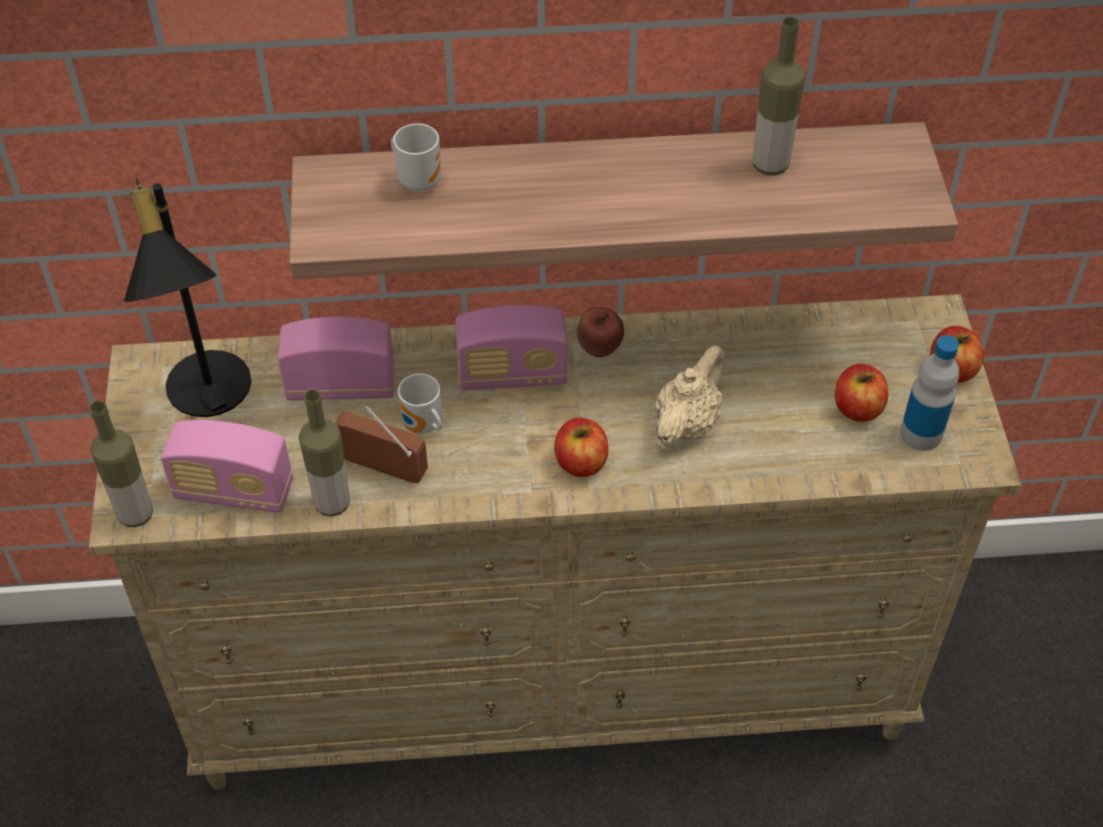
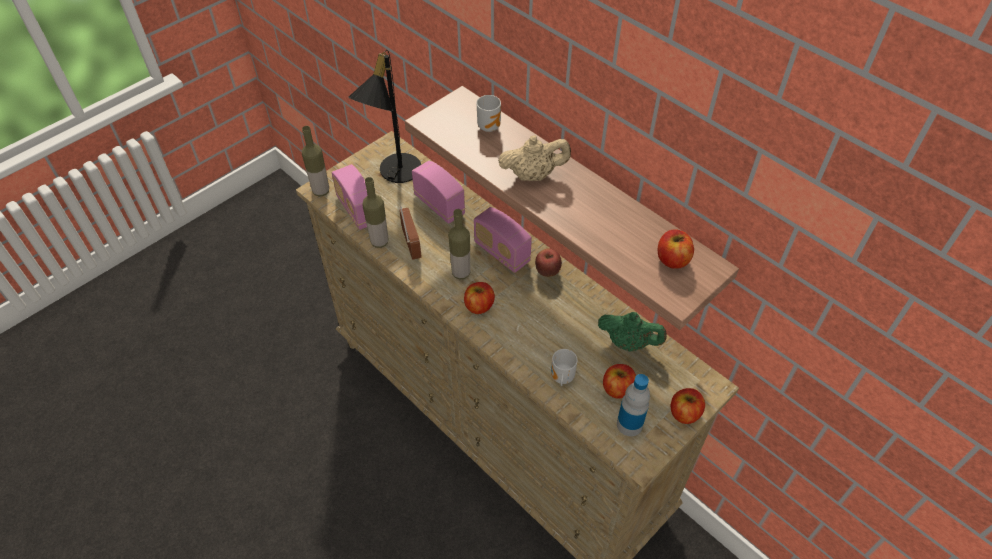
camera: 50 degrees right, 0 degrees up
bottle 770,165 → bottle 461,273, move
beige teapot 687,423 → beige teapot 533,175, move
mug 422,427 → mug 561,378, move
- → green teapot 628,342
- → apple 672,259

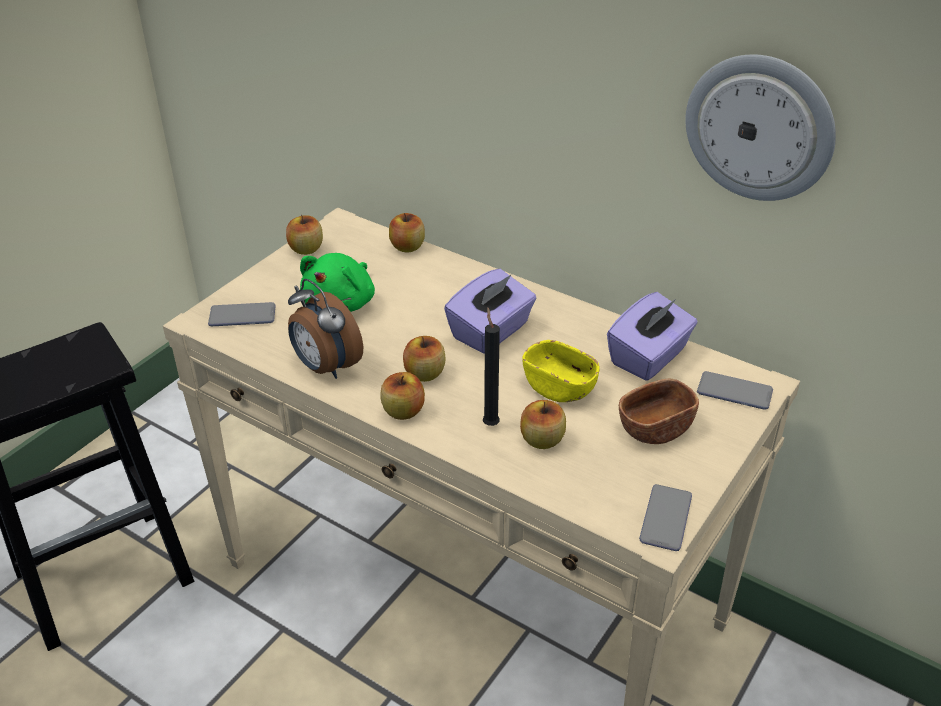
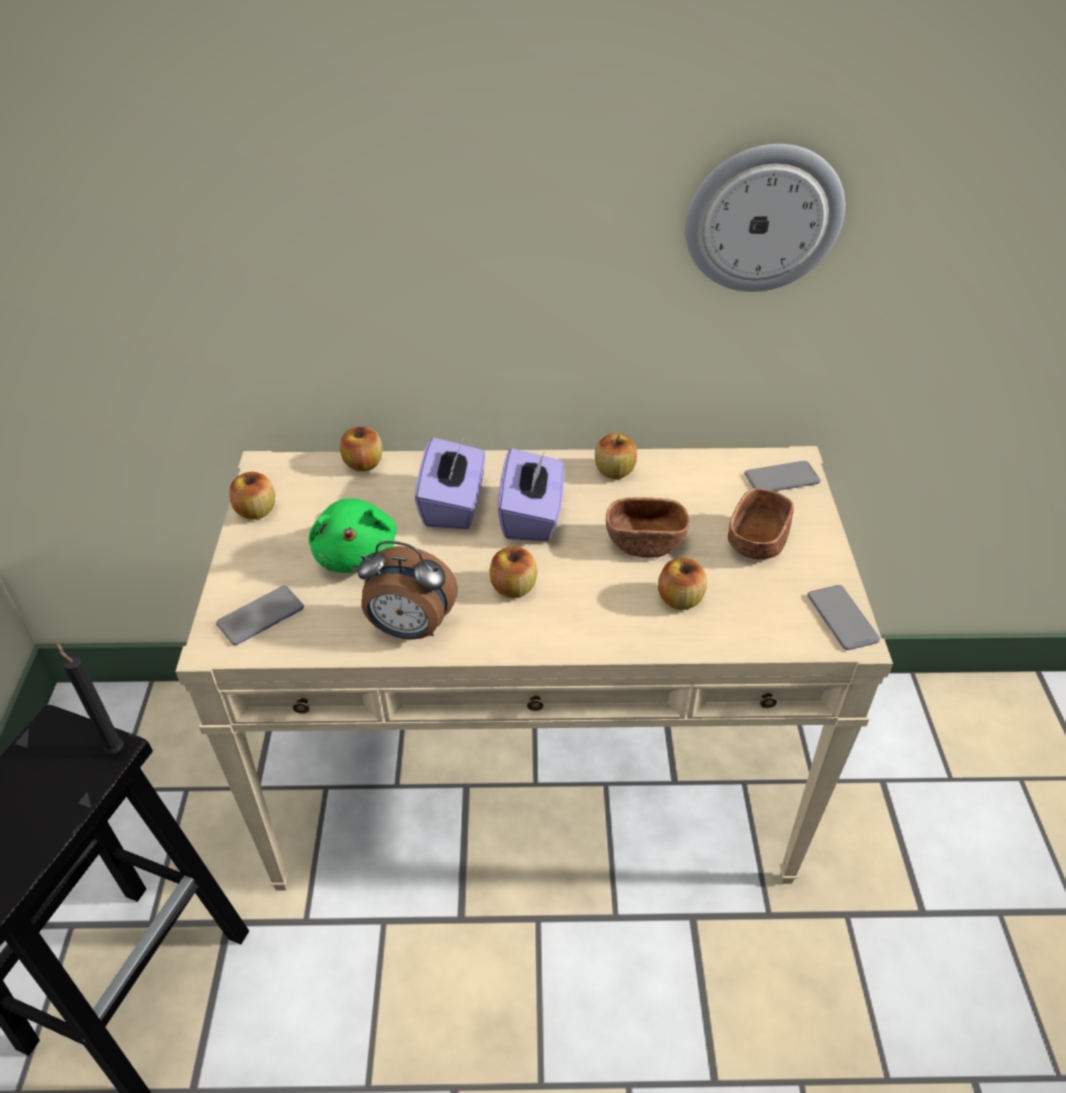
camera: 35 degrees left, 5 degrees up
black candle 490,423 → black candle 114,748, move
purple tissue box 649,357 → purple tissue box 453,505, move
apple 403,411 → apple 614,471, move
yellow bowl 559,387 → brown bowl 644,542

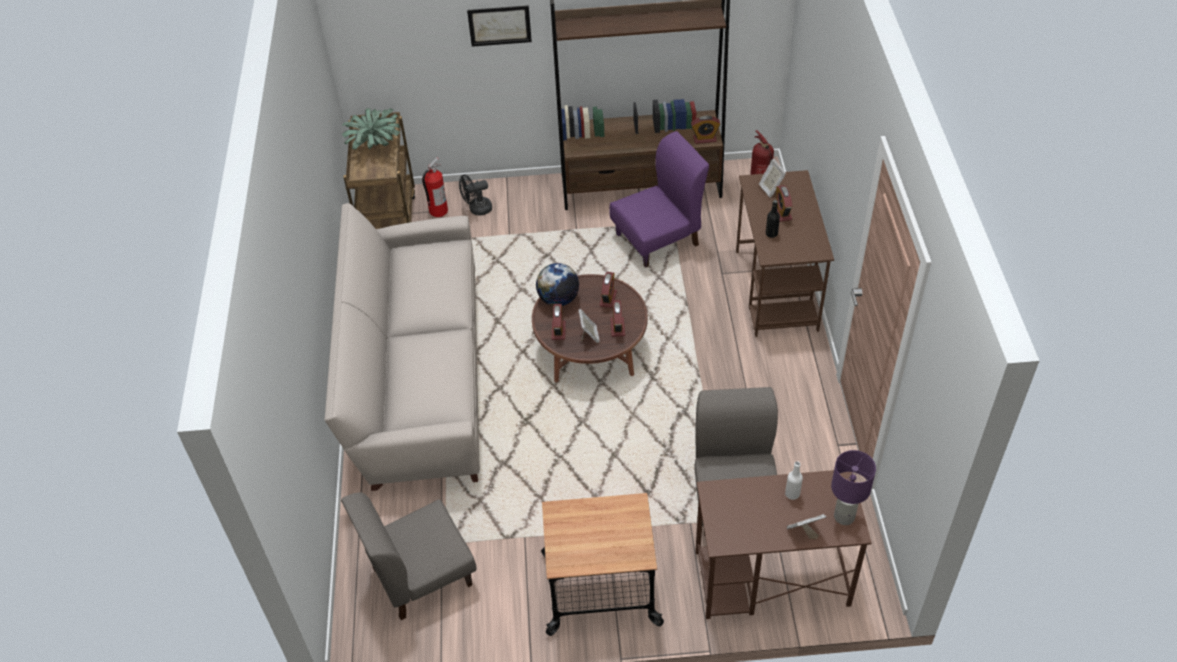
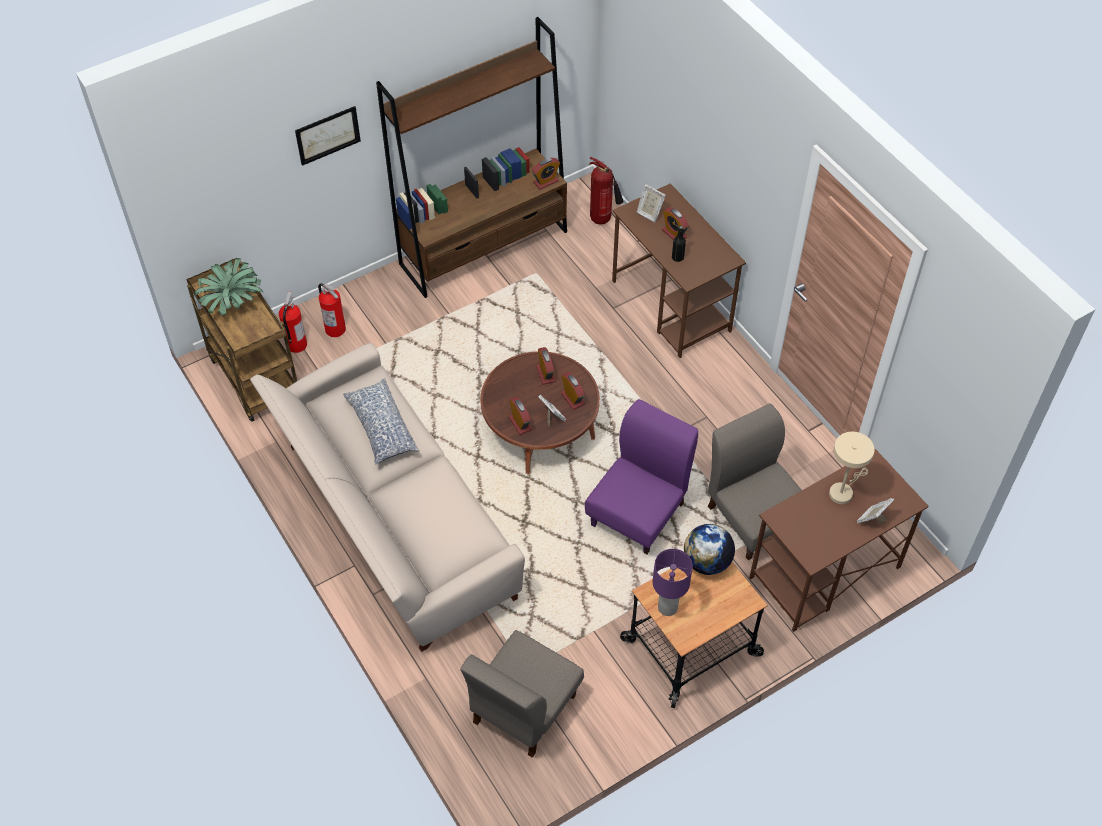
camera: 30 degrees left, 5 degrees up
black fan 477,209 → fire extinguisher 335,329
- → pillow 381,428
purple chair 658,240 → purple chair 638,514, move
purple table lamp 844,516 → purple table lamp 667,607, move
globe 558,299 → globe 706,562, move
white bottle 792,494 → beige table lamp 843,491

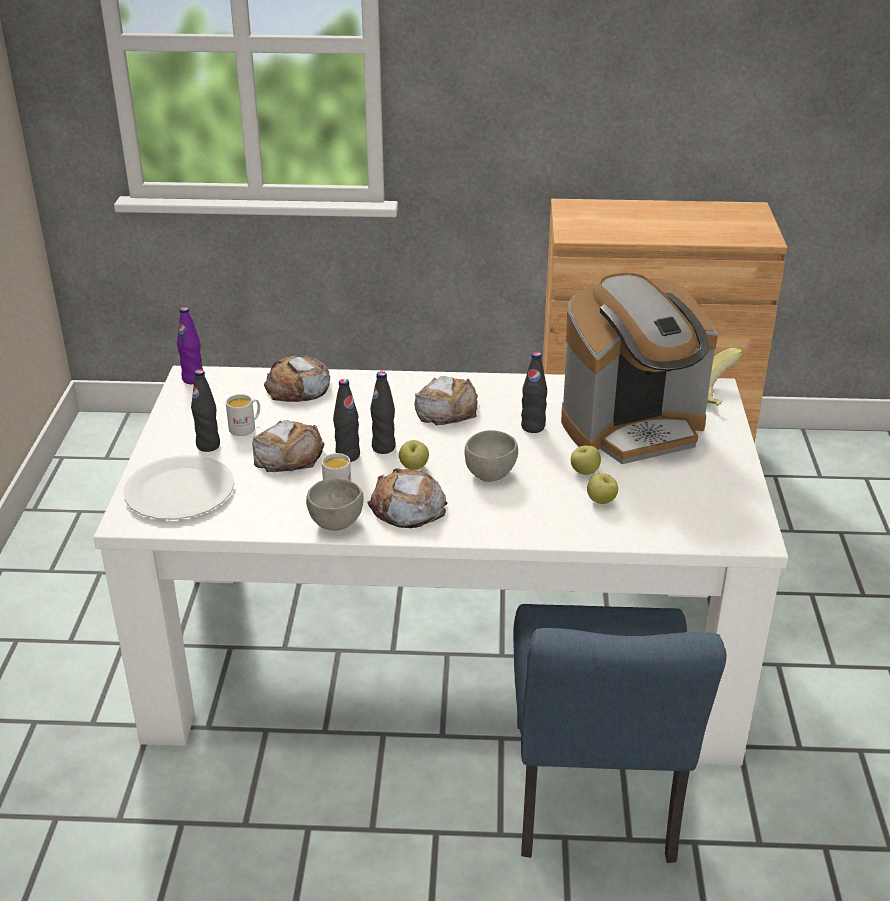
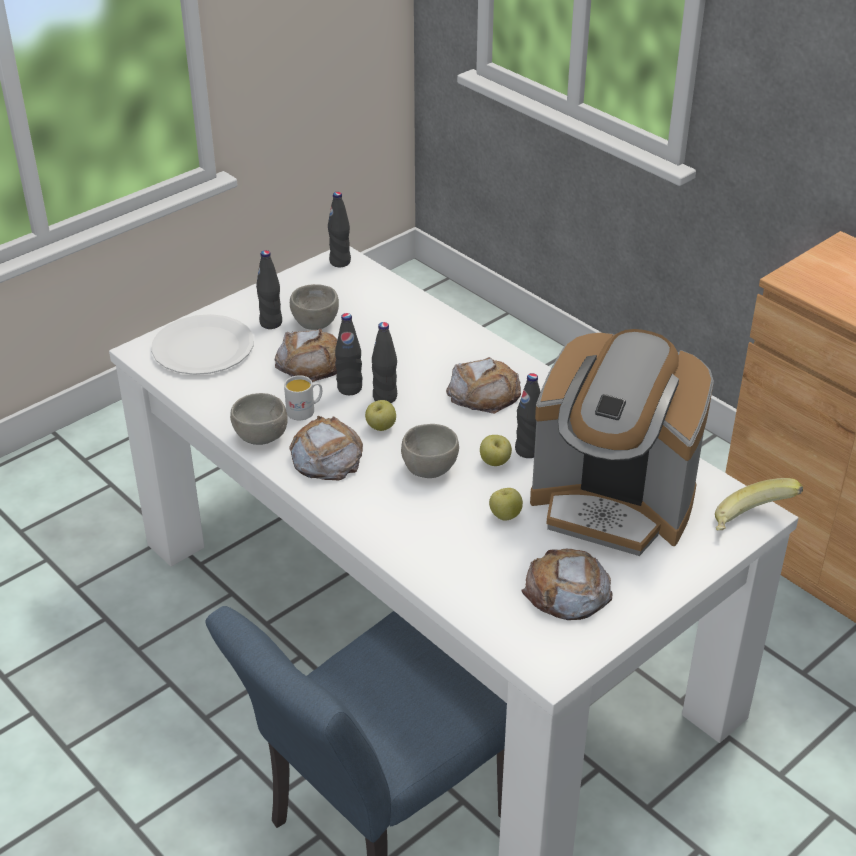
camera: 45 degrees right, 5 degrees up
white mug 246,427 → grey bowl 316,323
purple bottle 193,379 → black bottle 340,262
apple 601,501 → apple 495,462, move
bread 298,387 → bread 566,591, move

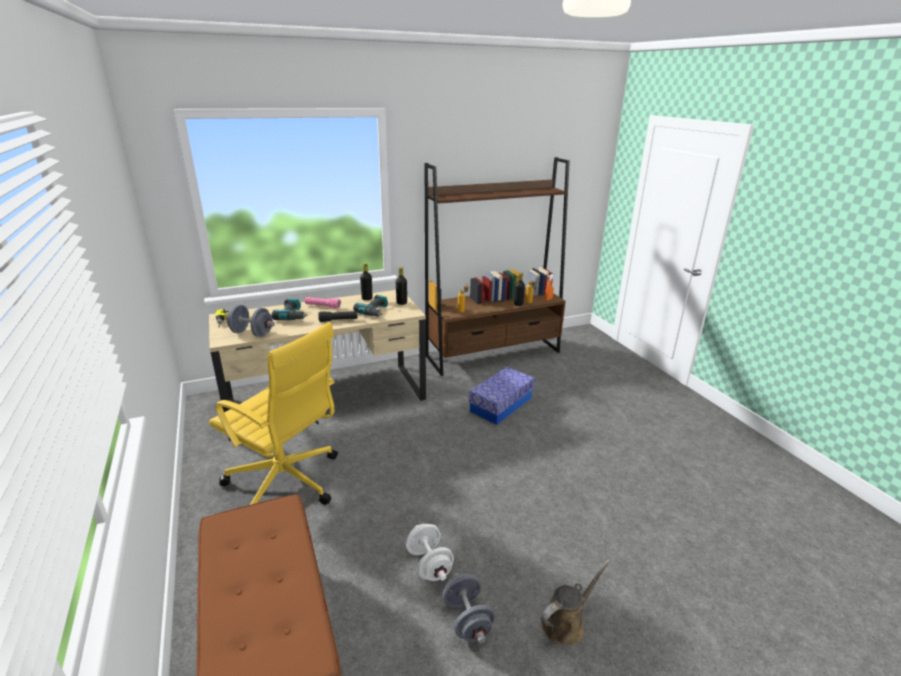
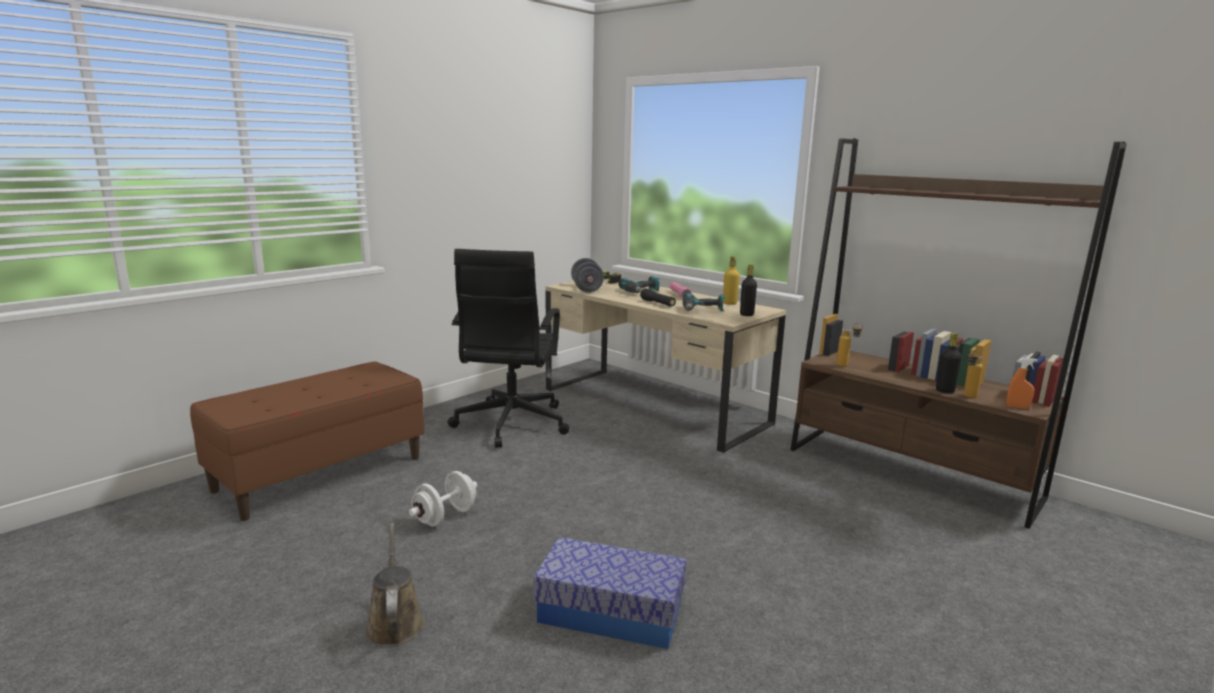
camera: 65 degrees right, 10 degrees down
brown watering can 566,623 → brown watering can 394,623, 135 degrees counterclockwise
yellow office chair 286,483 → black office chair 510,425
storage box 501,405 → storage box 610,612, move
black bottle 367,298 → yellow bottle 729,303
grey dumbbell 467,619 → -

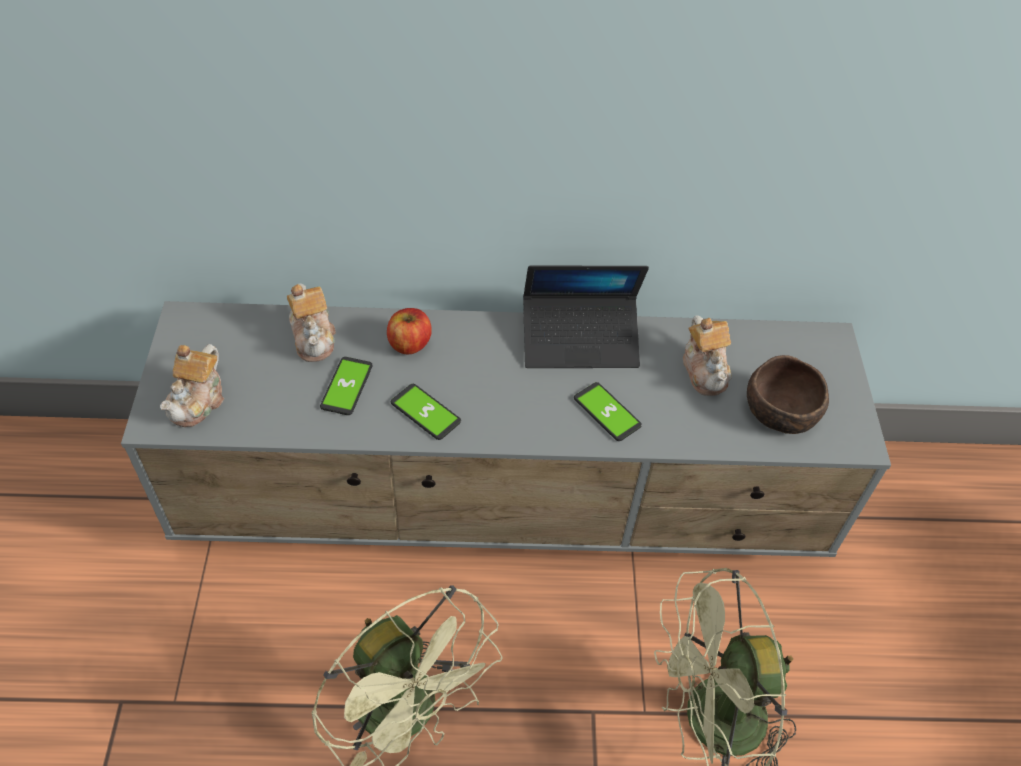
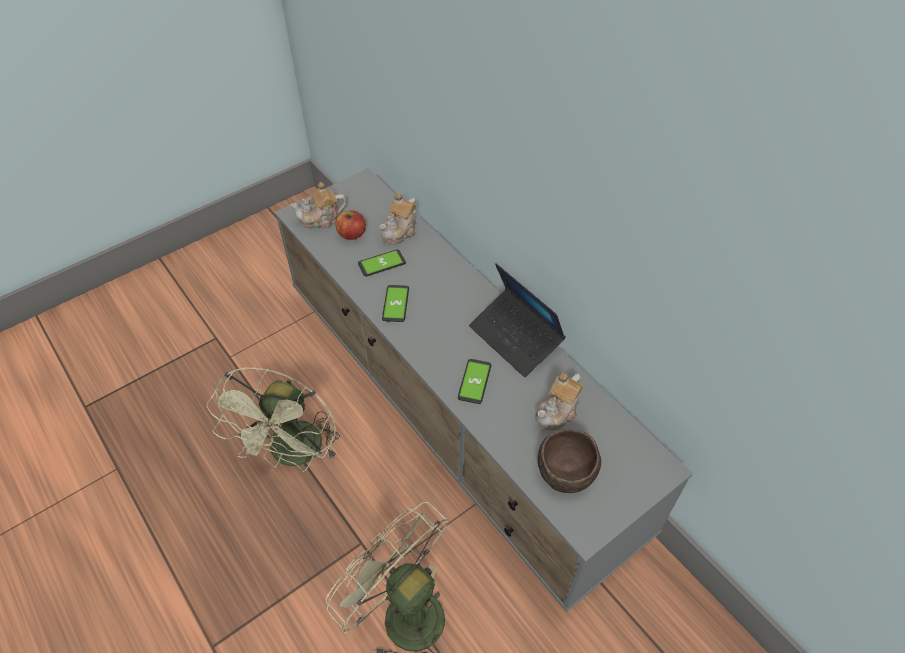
camera: 55 degrees right, 0 degrees up
apple 409,344 → apple 352,234, move

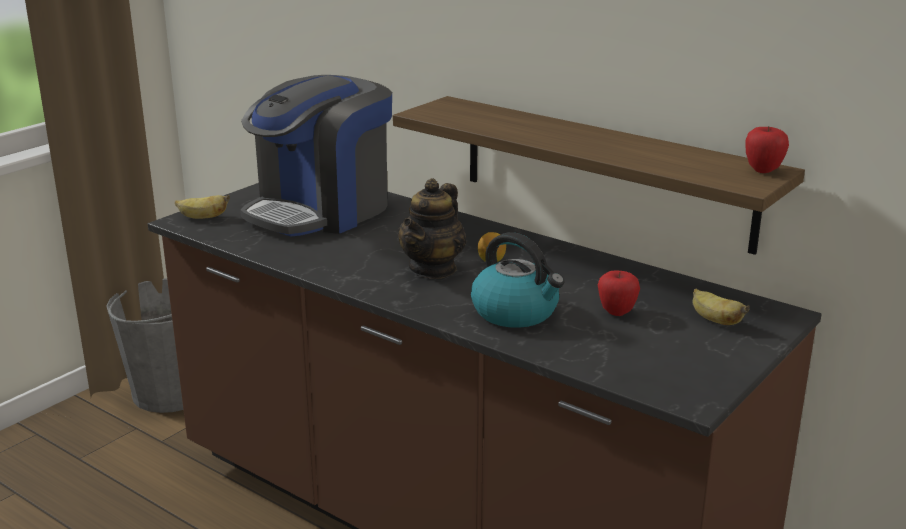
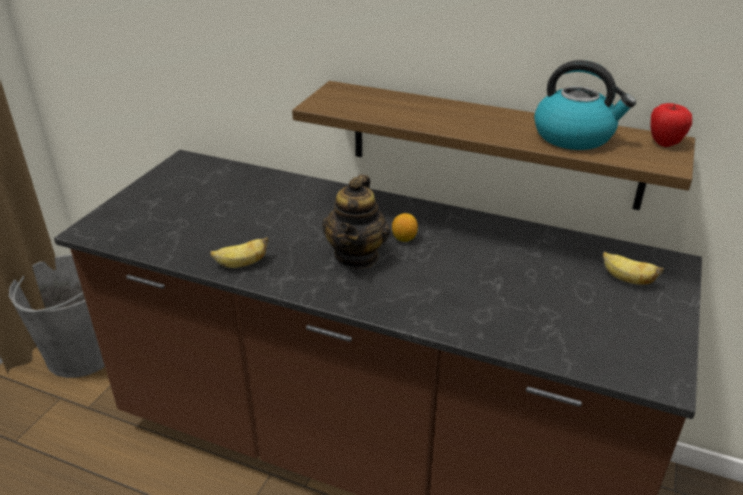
camera: 15 degrees left, 10 degrees up
banana 202,218 → banana 241,264, move
kettle 516,312 → kettle 574,136, move
coffee machine 321,211 → -
apple 616,312 → -

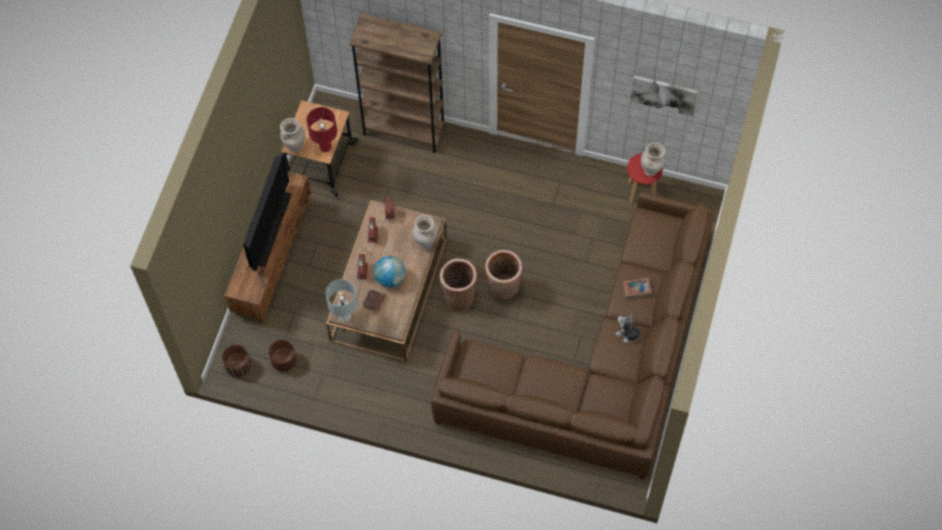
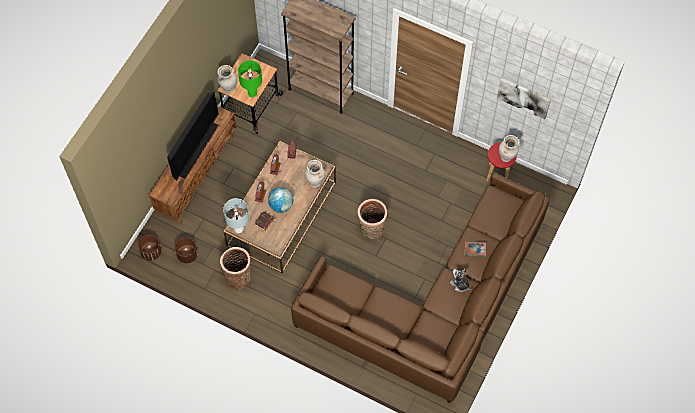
camera: 10 degrees right, 0 degrees up
basket 459,296 → basket 238,277, move
red table lamp 325,147 → green table lamp 252,93

